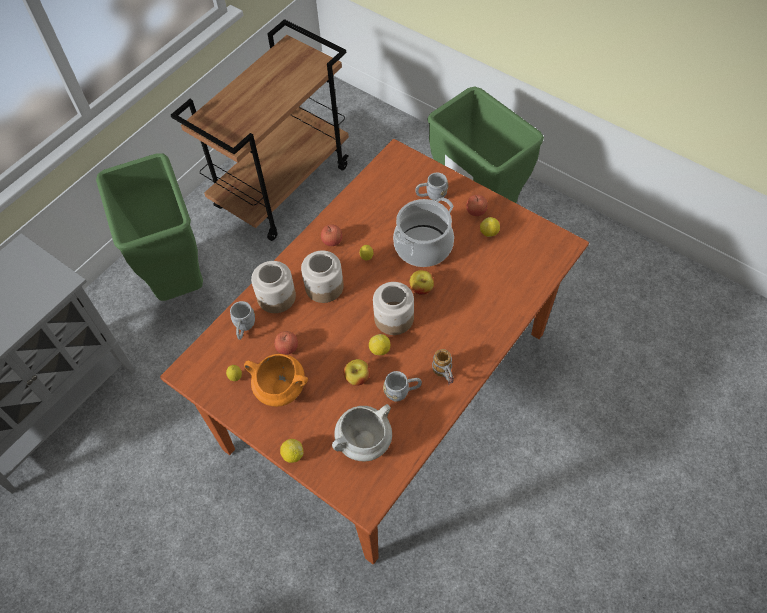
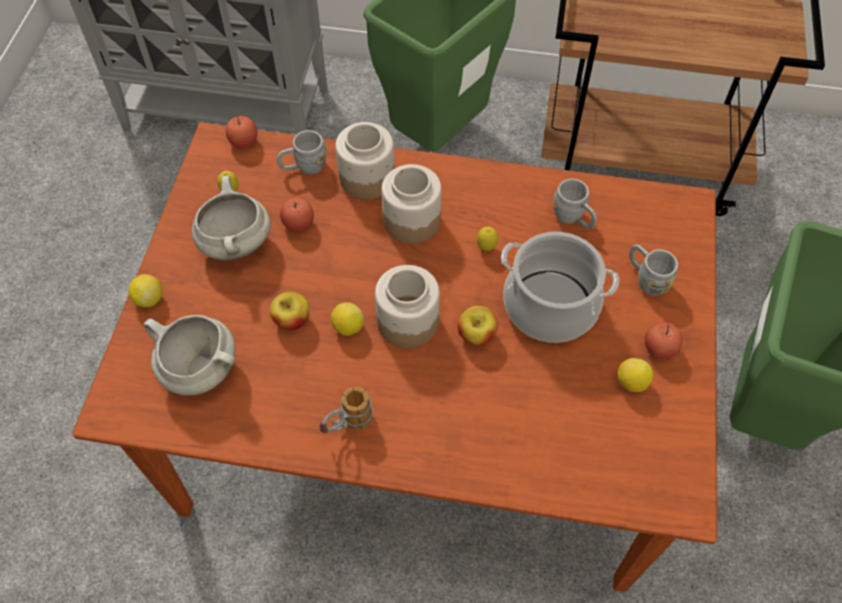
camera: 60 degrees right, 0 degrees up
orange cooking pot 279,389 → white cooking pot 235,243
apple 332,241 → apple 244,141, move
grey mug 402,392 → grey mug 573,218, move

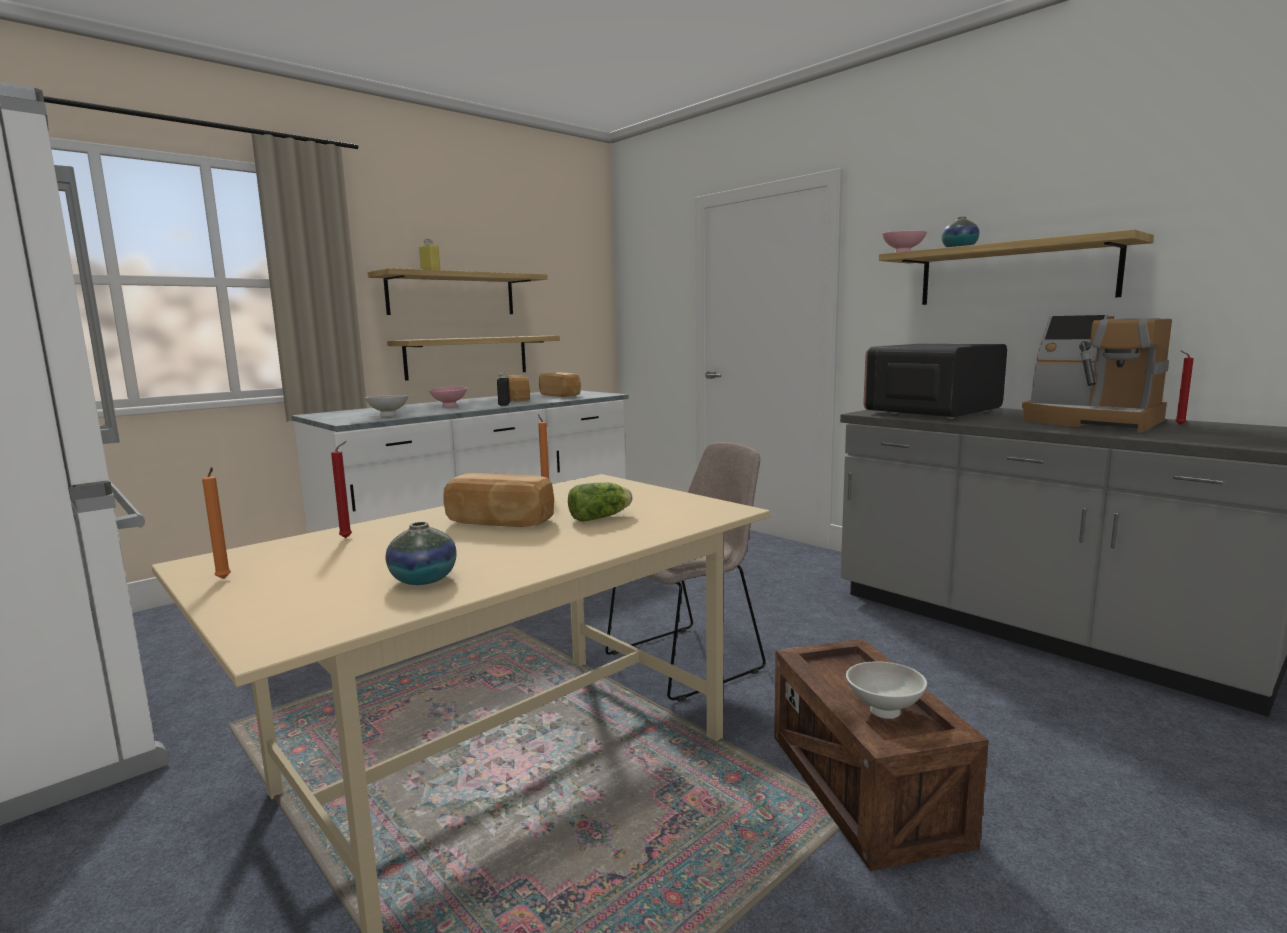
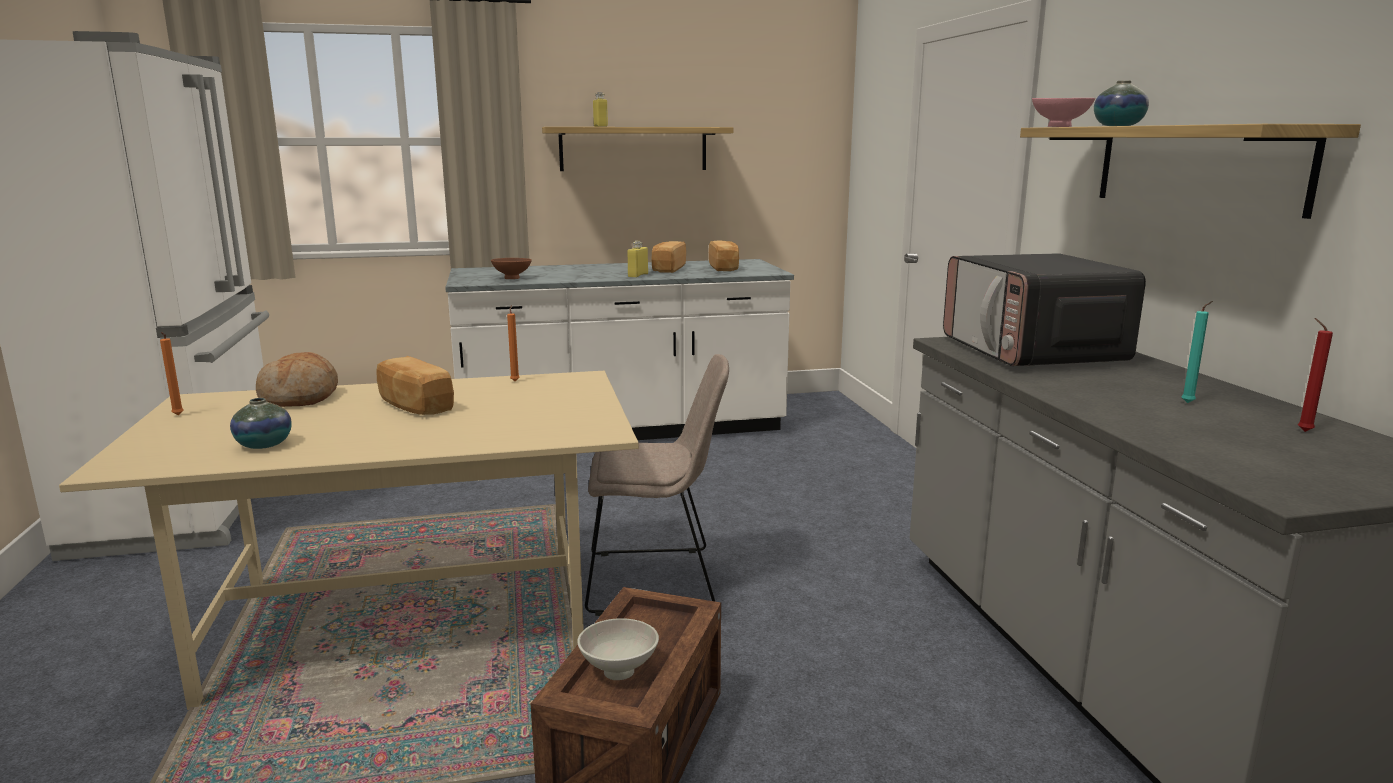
camera: 30 degrees right, 5 degrees up
red candle 348,537 → bread 300,397
white bowl 387,415 → brown bowl 511,278
black bottle 504,404 → yellow bottle 638,275
microwave 932,412 → microwave 1032,352, 90 degrees counterclockwise
coffee machine 1091,421 → turquoise candle 1189,403
shelf 467,357 → -
pink bowl 450,406 → -
lettuce 602,517 → -

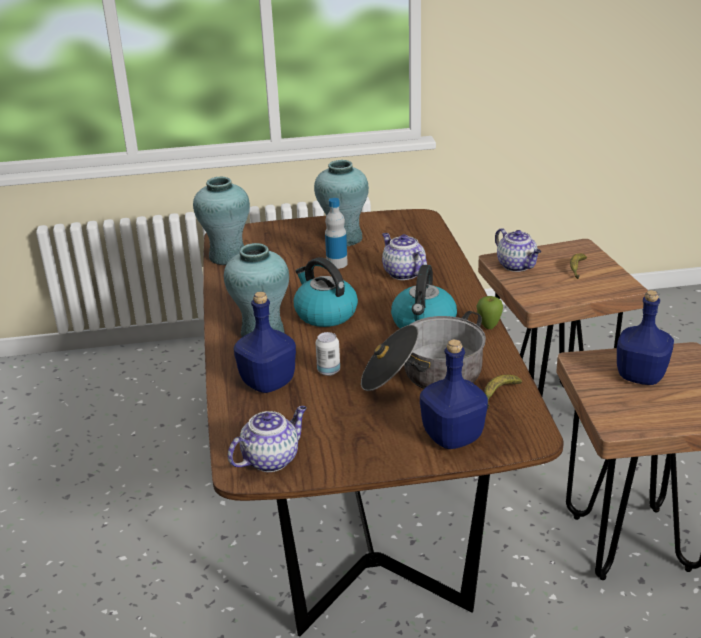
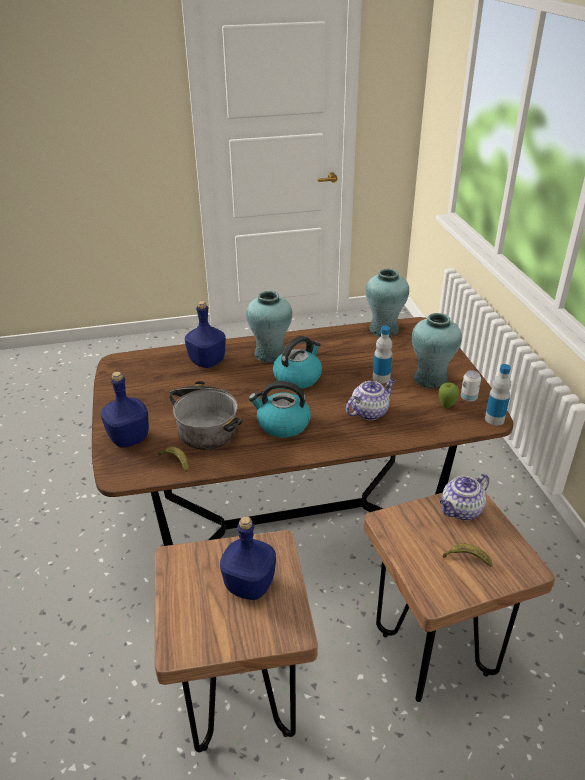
camera: 85 degrees right, 5 degrees up
apple 488,327 → apple 446,406, move
can 328,371 → can 468,398, move
- → bottle 494,419
teapot 271,459 → -

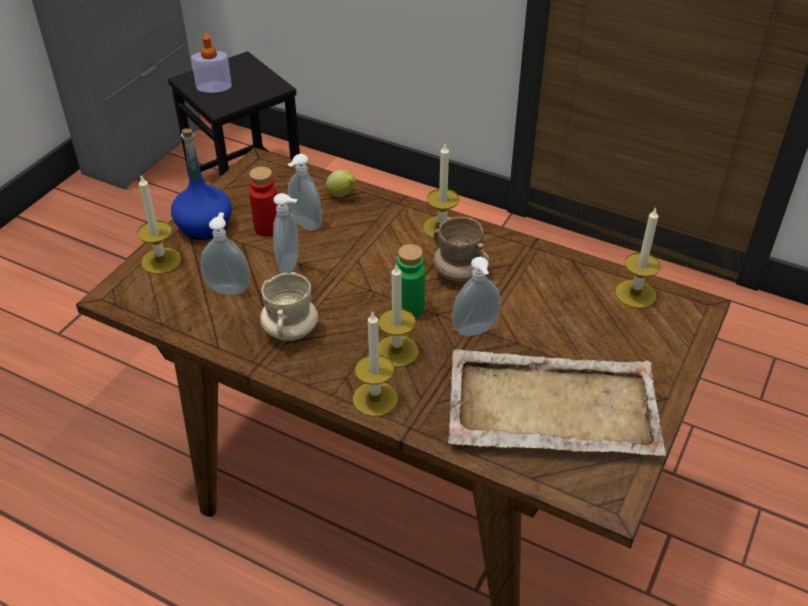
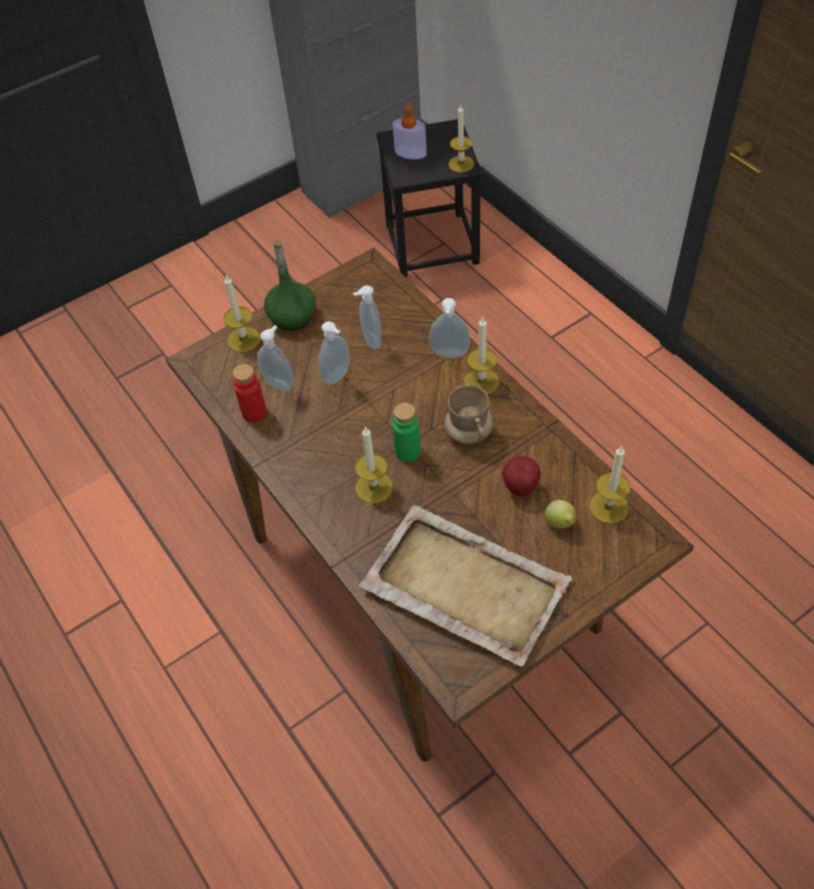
camera: 30 degrees right, 10 degrees up
red bottle 267,228 → red bottle 254,413, move
blue bottle 204,226 → green bottle 292,316
soap dispenser 476,331 → soap dispenser 449,355, move
candle 375,399 → candle 461,164, move
- → apple 520,488
lemon 342,195 → lemon 560,523, move
beige mug 290,330 → -

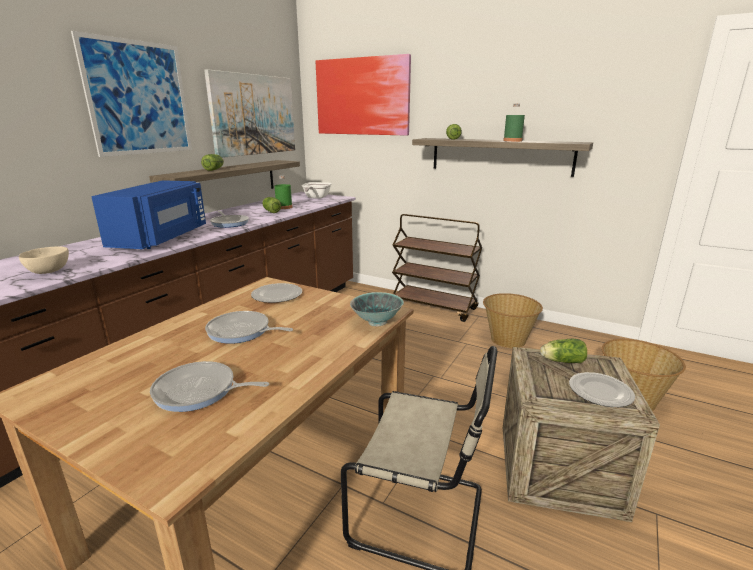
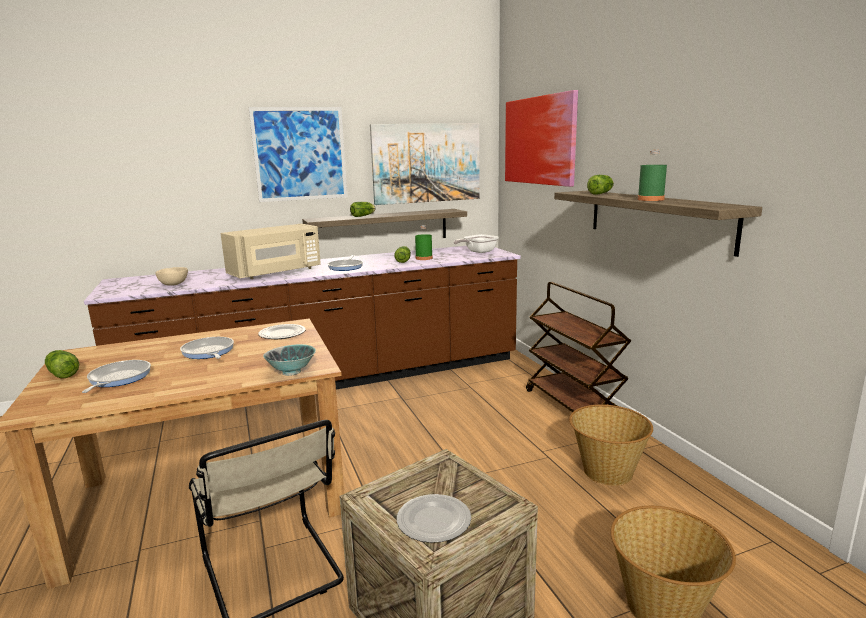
camera: 40 degrees right, 5 degrees down
lettuce 561,361 → lettuce 62,373, move
frying pan 199,391 → frying pan 118,379, 45 degrees clockwise
blue microwave 162,238 → beige microwave 276,272

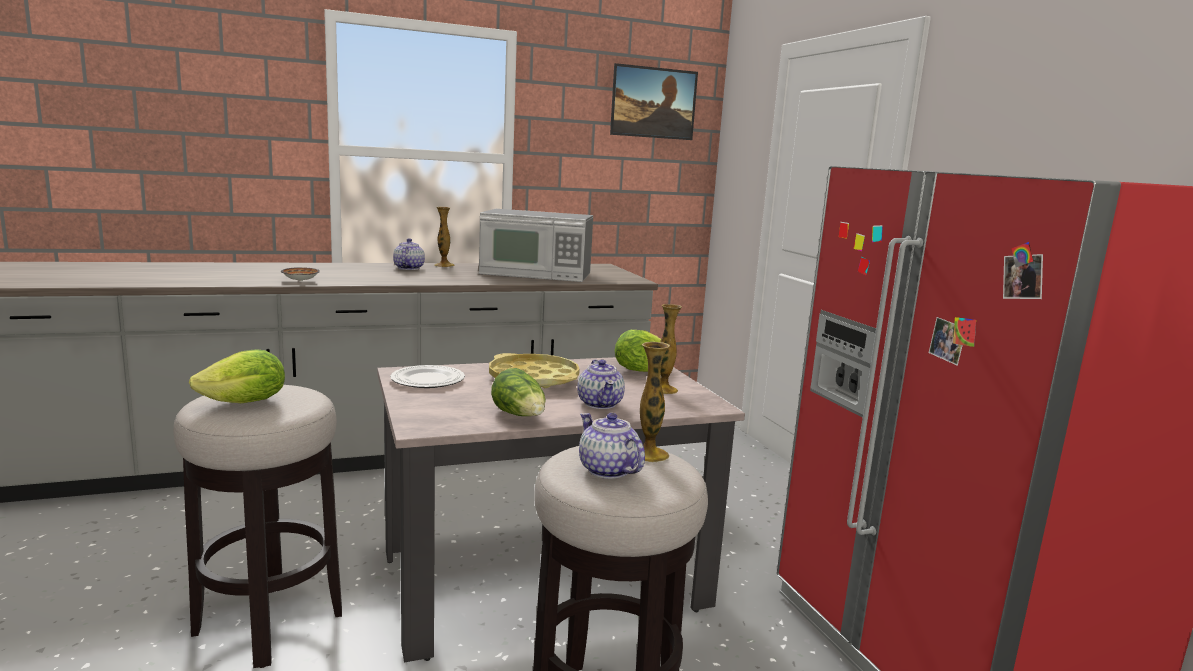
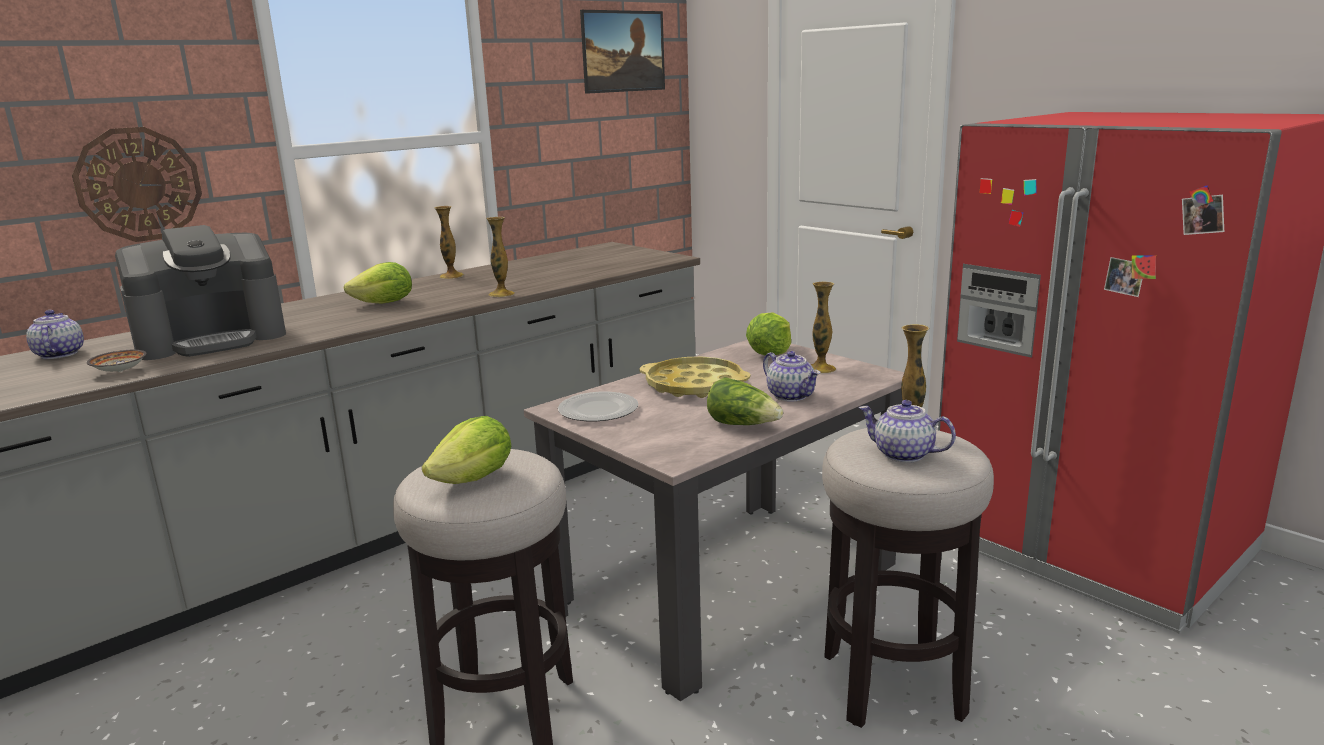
camera: 20 degrees left, 5 degrees up
teapot 408,268 → teapot 59,354, move
- → wall clock 139,184
bowl 300,281 → bowl 120,371, move
- → coffee machine 212,339
- → lettuce 385,303
- → vase 501,294
microwave 536,274 → -

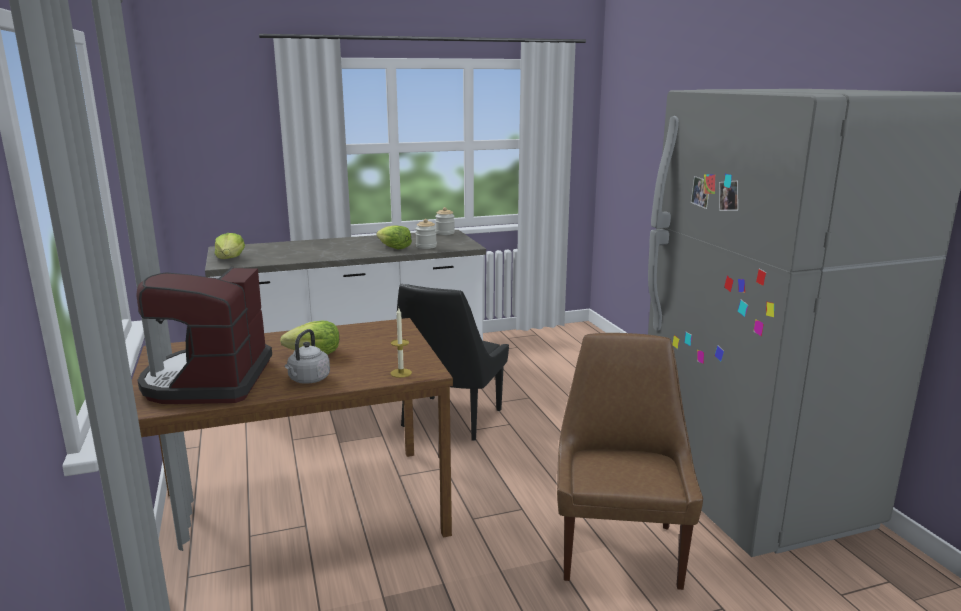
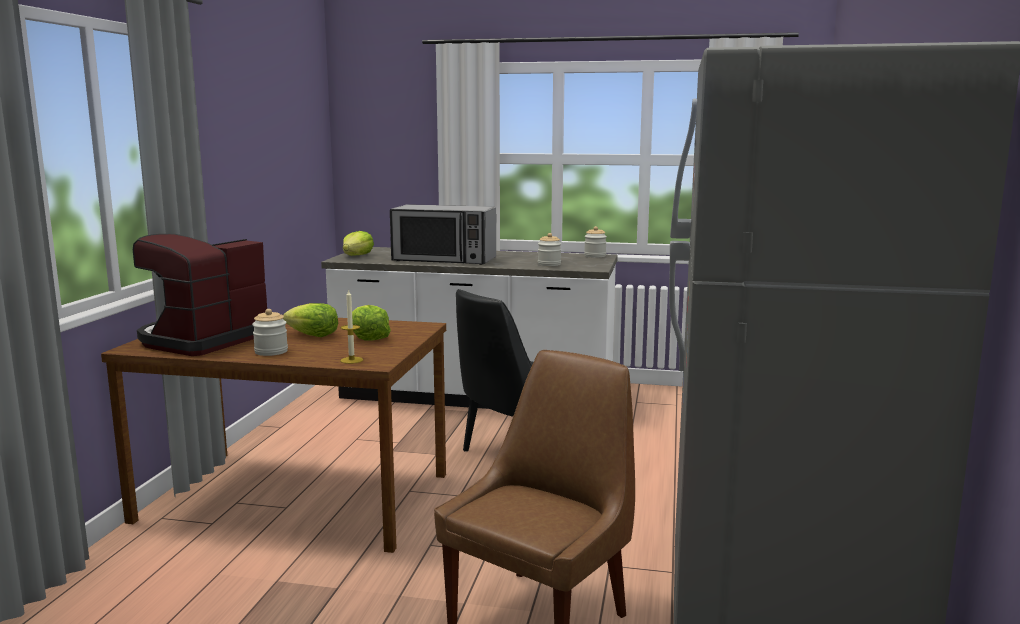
camera: 30 degrees right, 5 degrees down
grey kettle 308,380 → jar 271,351
lettuce 394,248 → lettuce 368,337, move
- → microwave 444,260

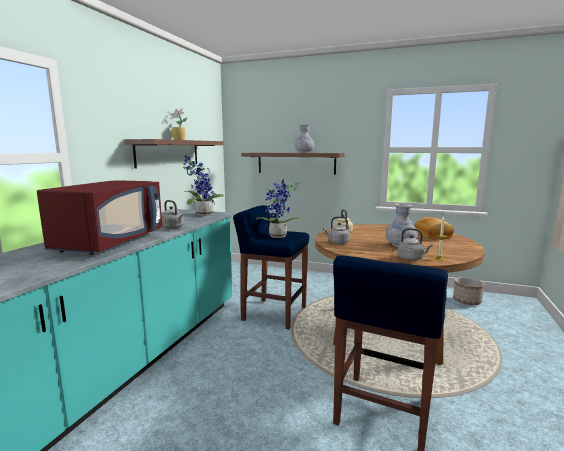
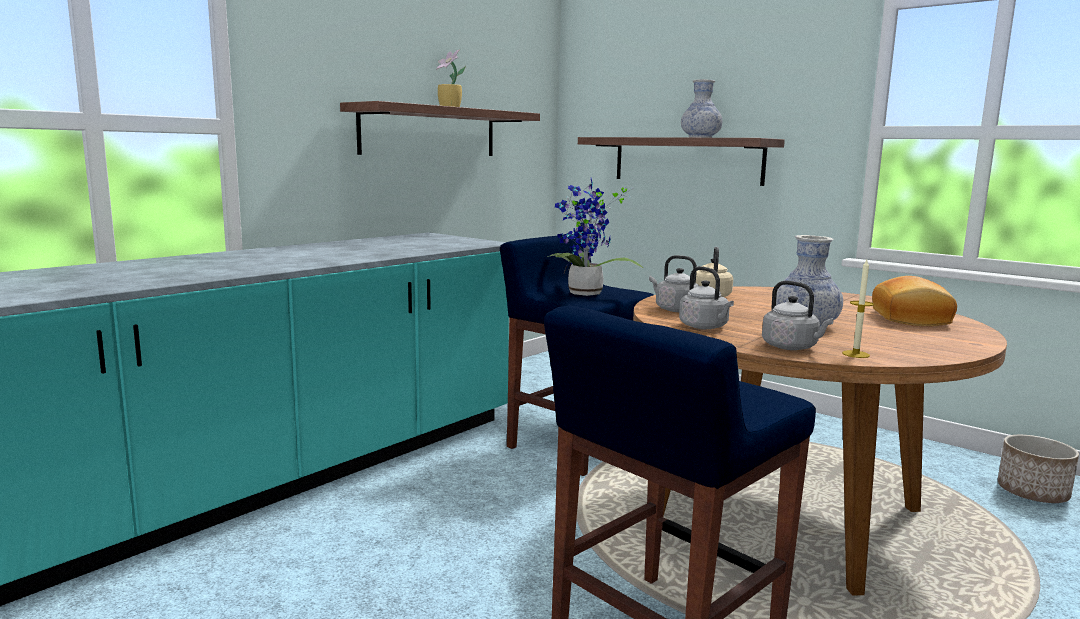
camera: 20 degrees right, 0 degrees up
grey kettle 173,228 → grey kettle 705,327, move
red microwave 110,242 → -
potted plant 202,214 → -

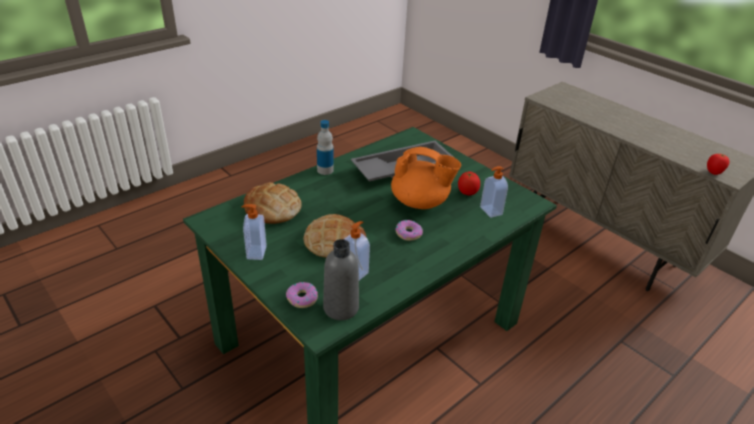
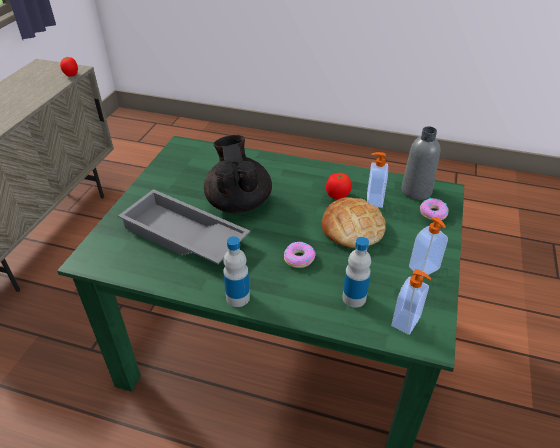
camera: 120 degrees left, 5 degrees up
orange teapot 420,202 → black teapot 238,202
donut 408,233 → donut 299,258, move
tomato 467,192 → tomato 337,195, move
bread 272,209 → bottle 354,298
soap dispenser 490,211 → soap dispenser 406,322, move

